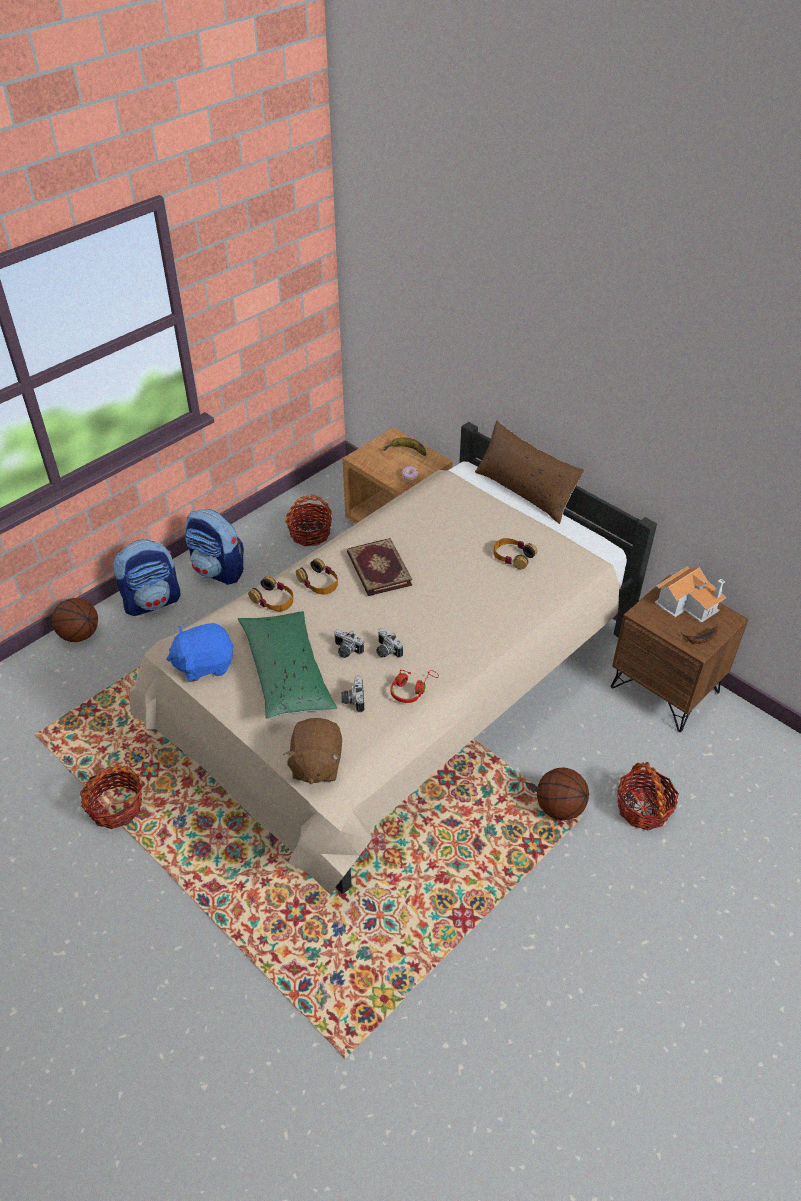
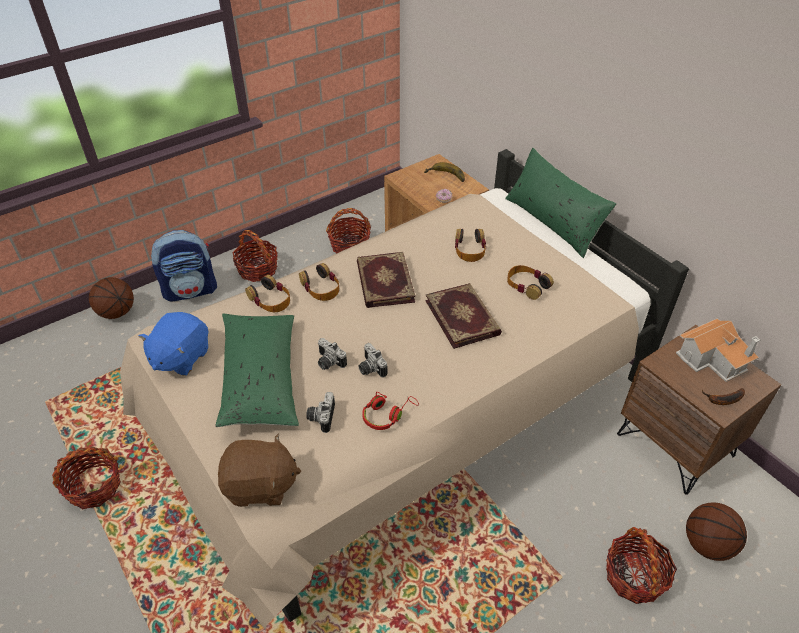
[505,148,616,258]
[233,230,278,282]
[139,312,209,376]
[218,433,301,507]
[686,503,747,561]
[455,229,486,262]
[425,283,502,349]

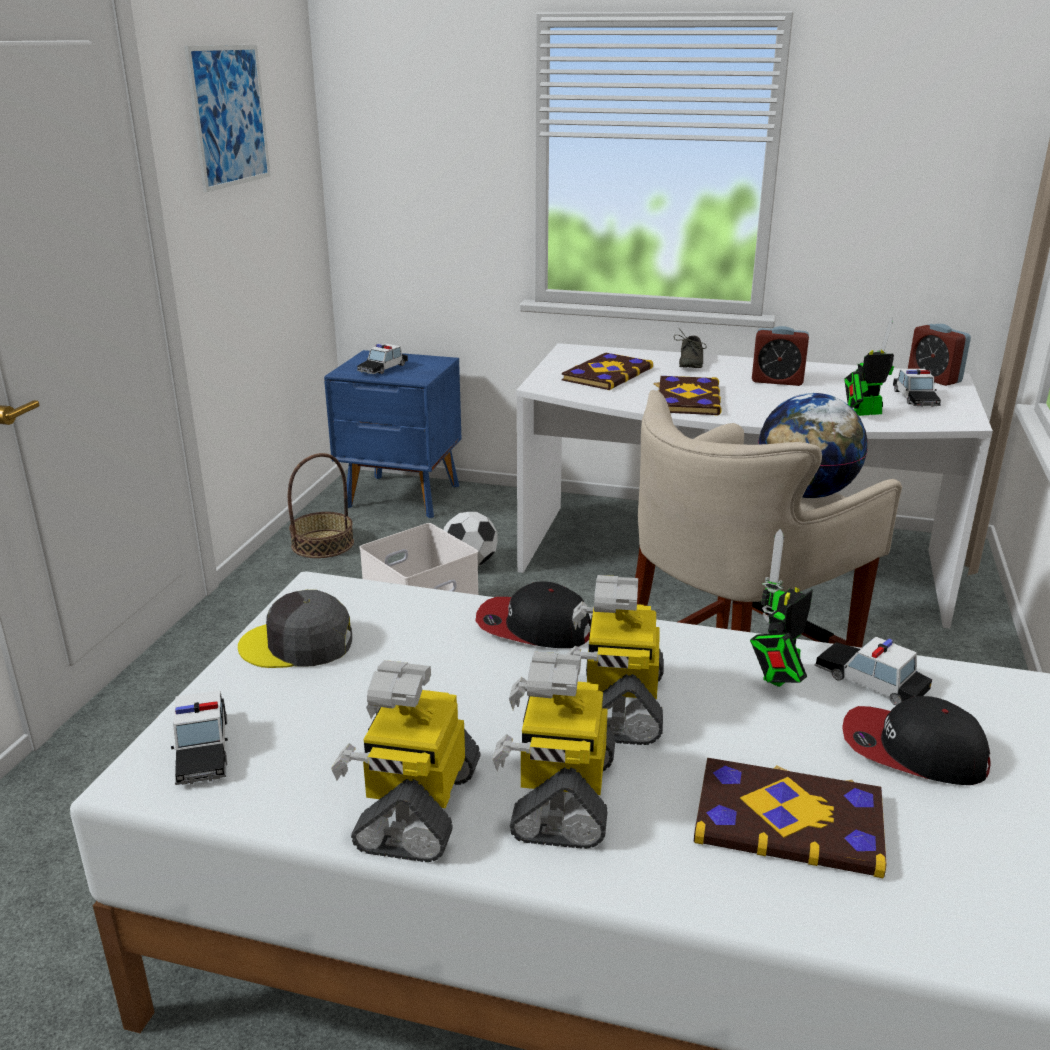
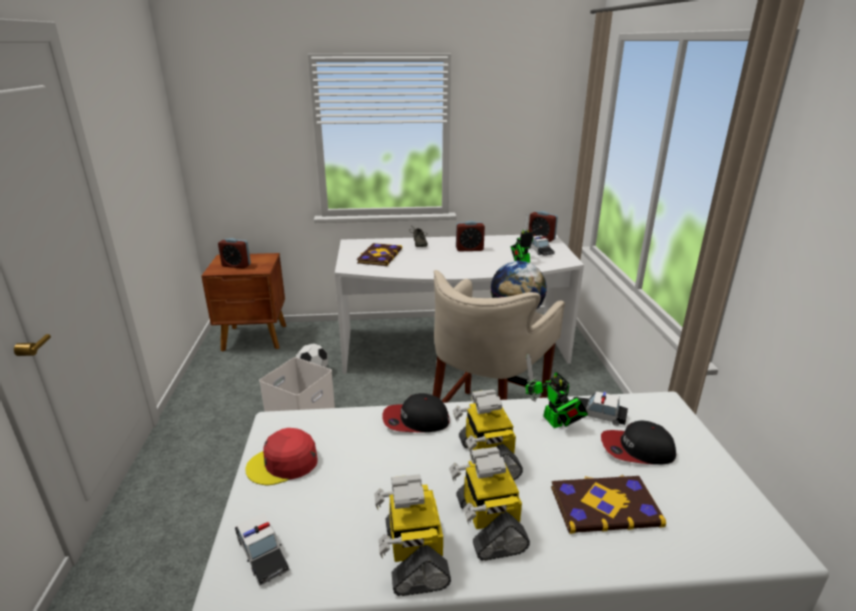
[185,45,271,192] (first image)
[218,238,251,269]
[201,253,286,351]
[653,376,722,415] (first image)
[288,453,354,558] (first image)
[525,353,588,428]
[245,428,318,485]

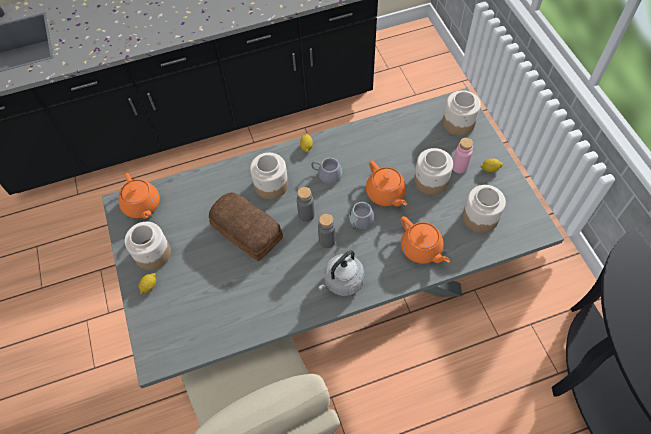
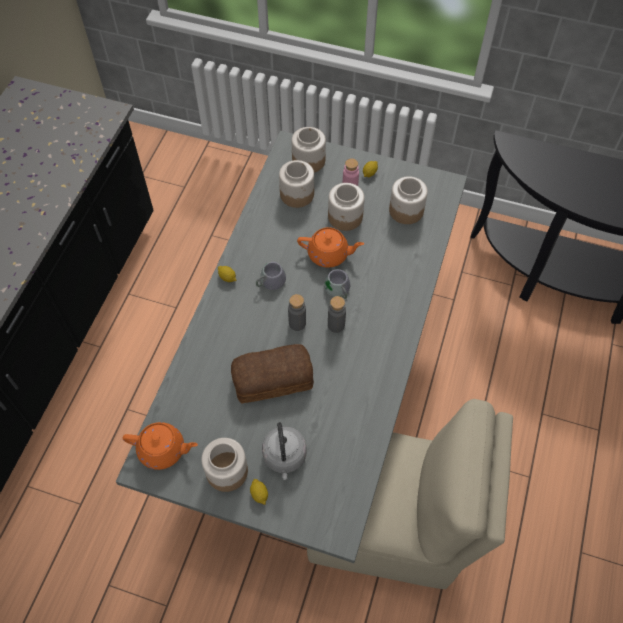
[279,160,314,208]
[401,216,450,264] (first image)
[262,422,306,480]

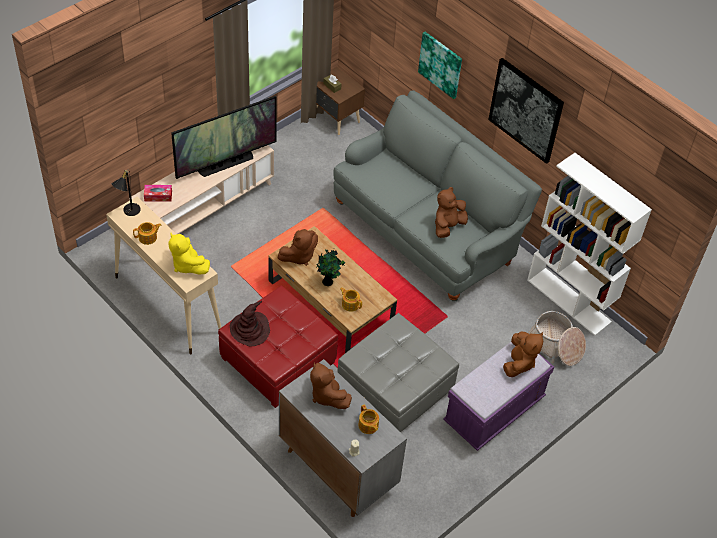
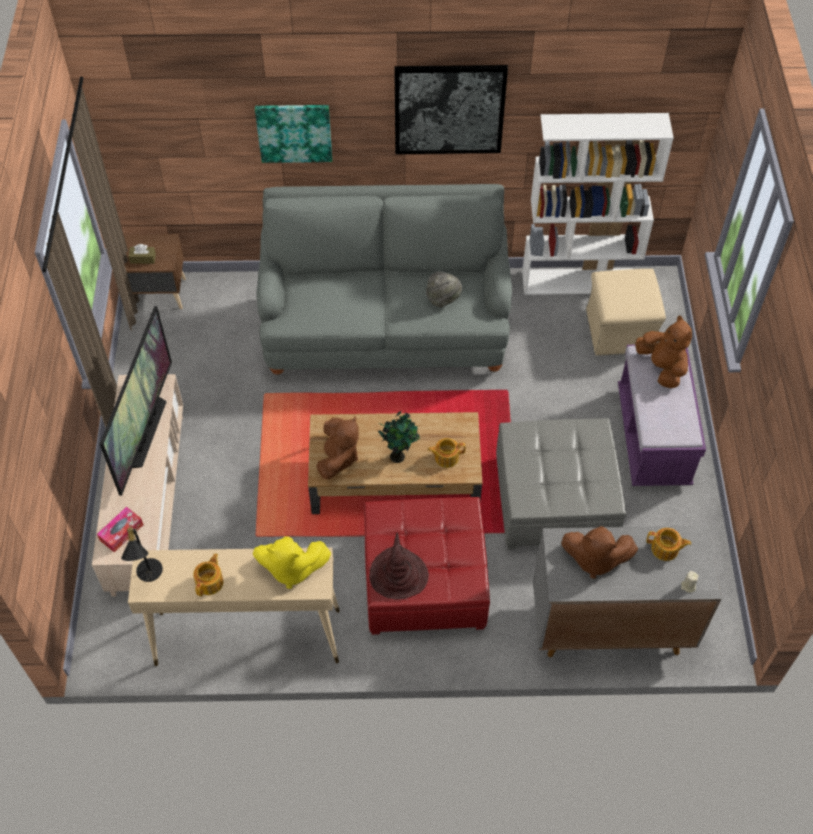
[426,272,462,308]
[586,269,666,356]

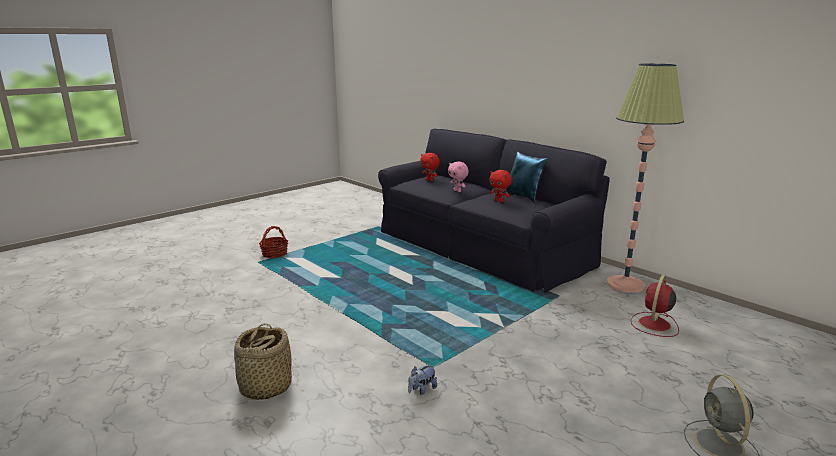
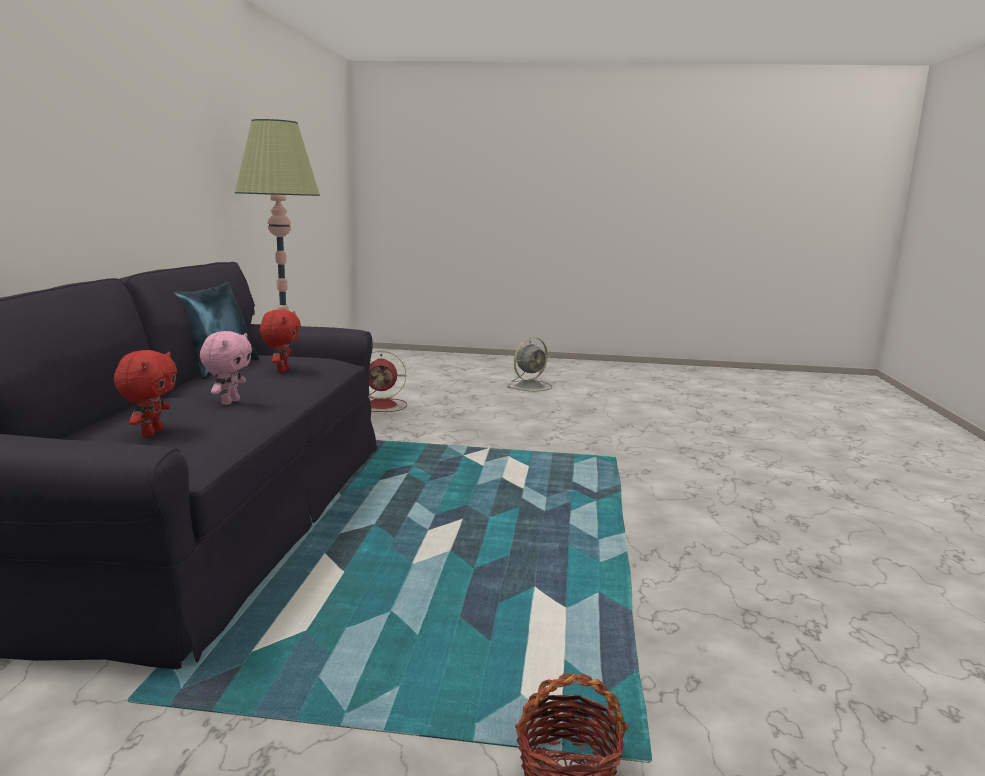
[234,323,292,400] (first image)
[408,365,437,395] (first image)

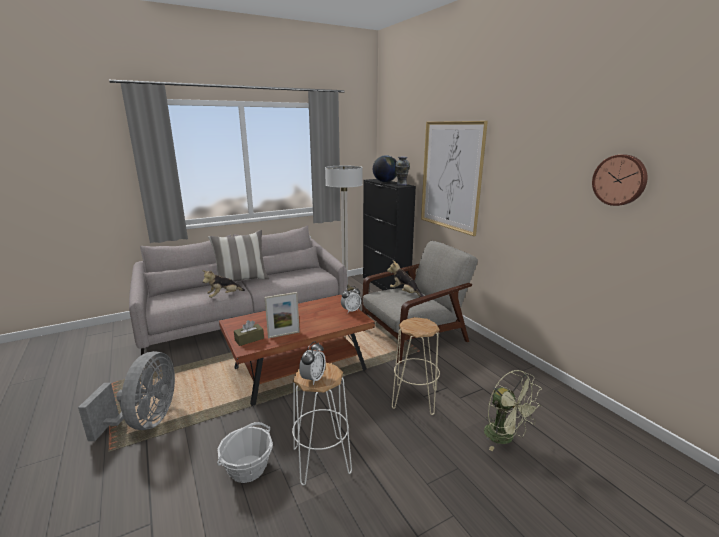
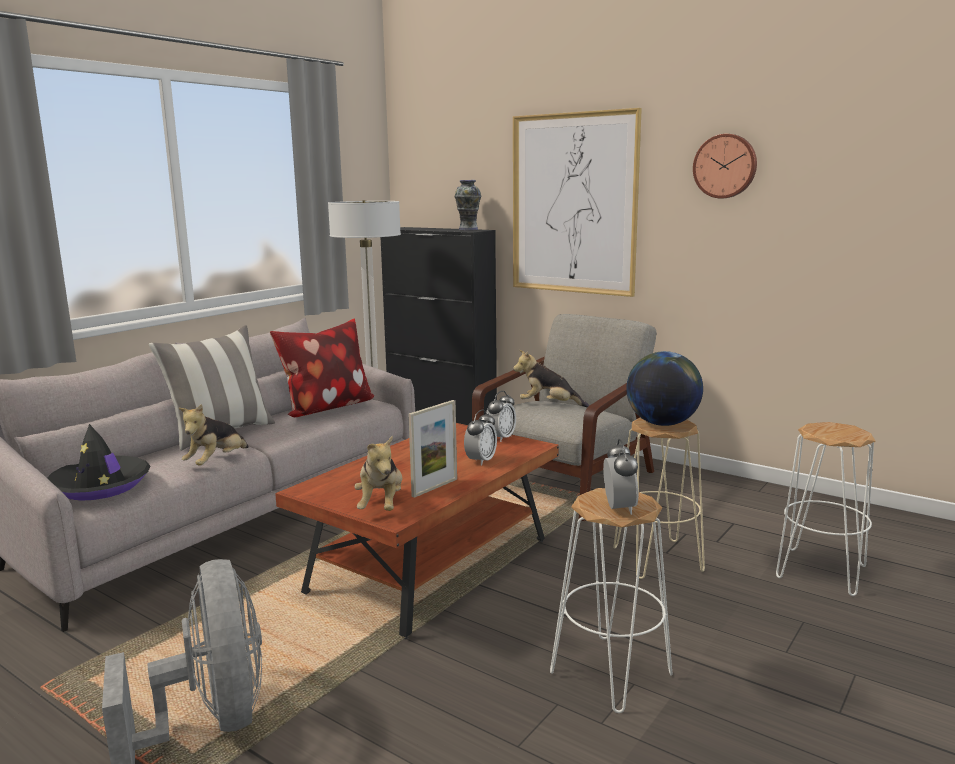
[693,134,757,199]
[626,351,703,426]
[355,436,402,511]
[776,422,876,596]
[217,422,273,483] (first image)
[270,319,374,417]
[464,409,497,466]
[47,424,150,501]

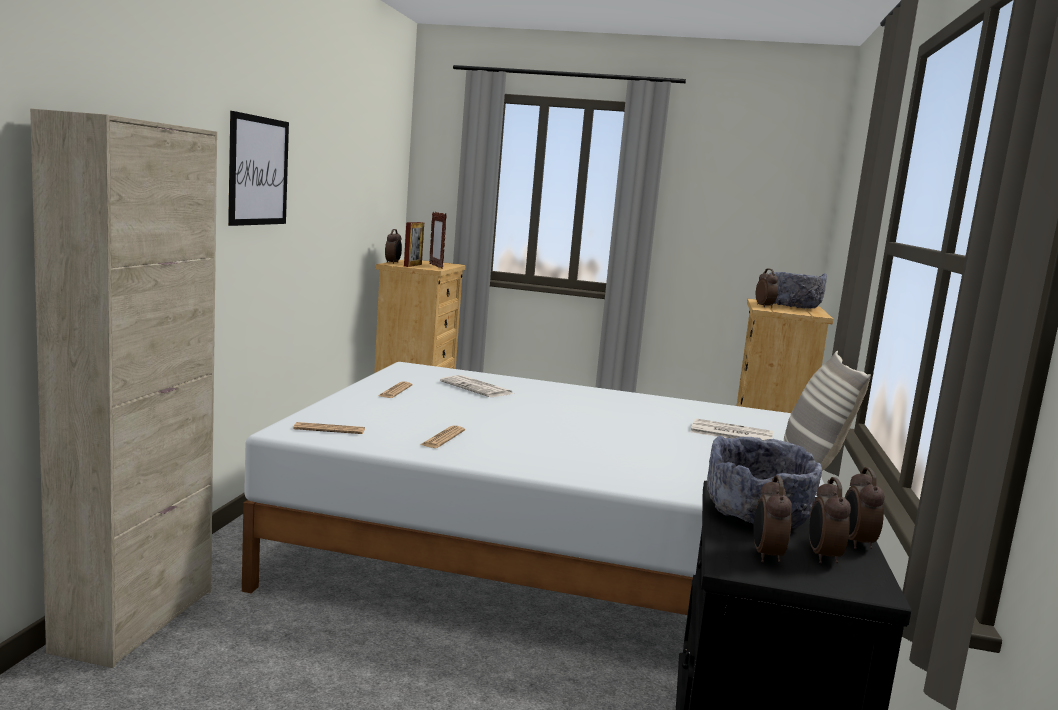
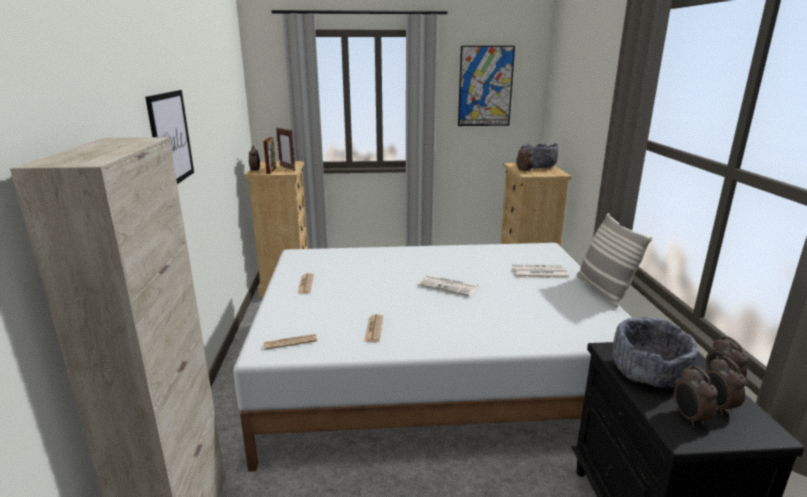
[418,275,479,296]
[458,46,515,126]

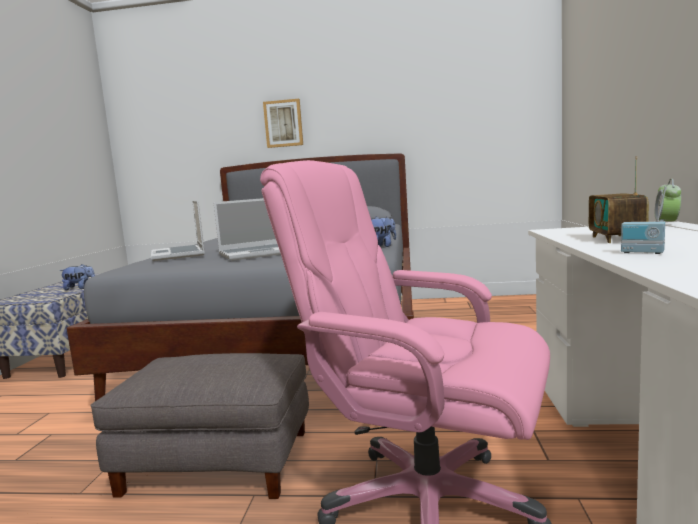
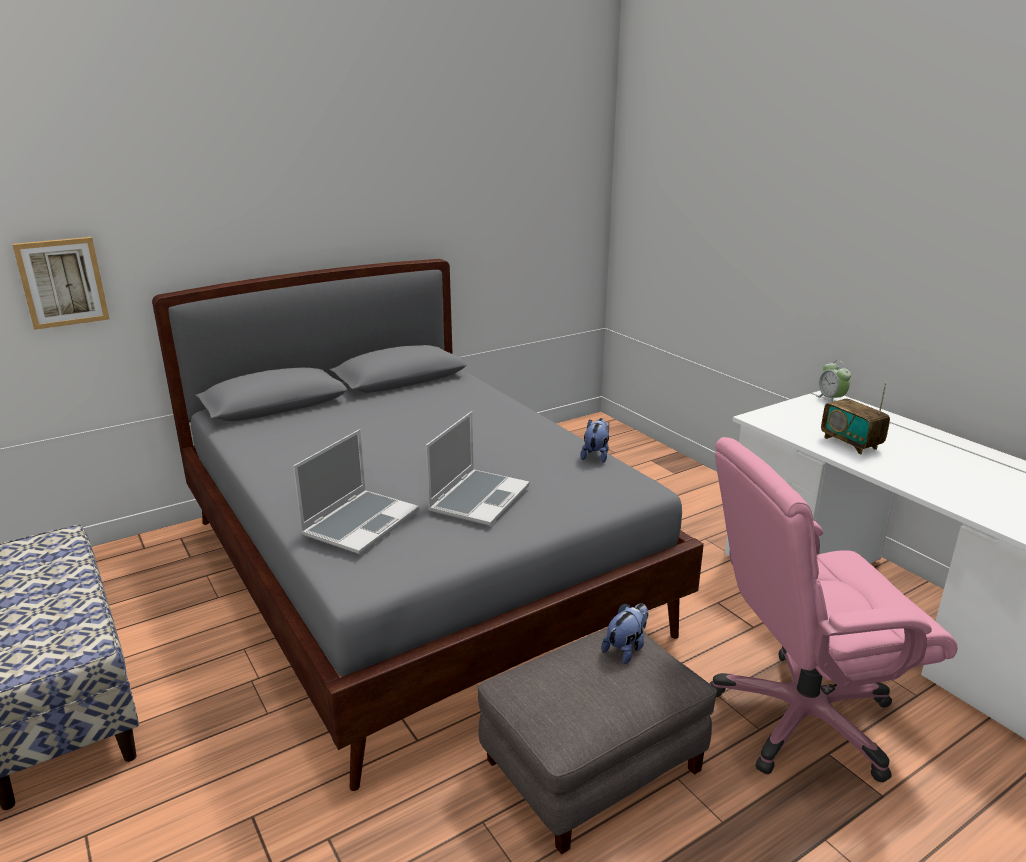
[12,237,109,330]
[621,187,667,254] (first image)
[293,429,419,554]
[601,603,648,664]

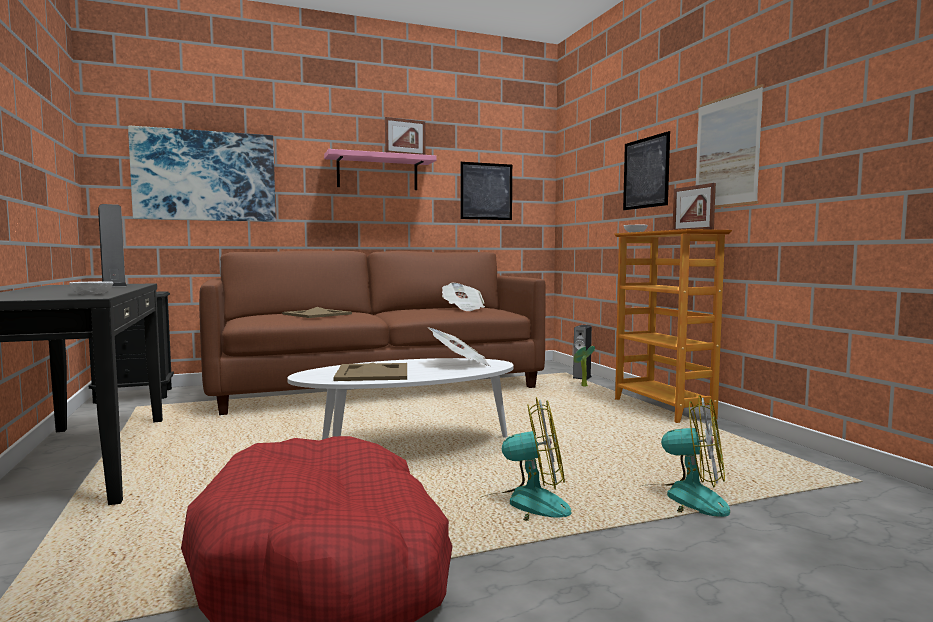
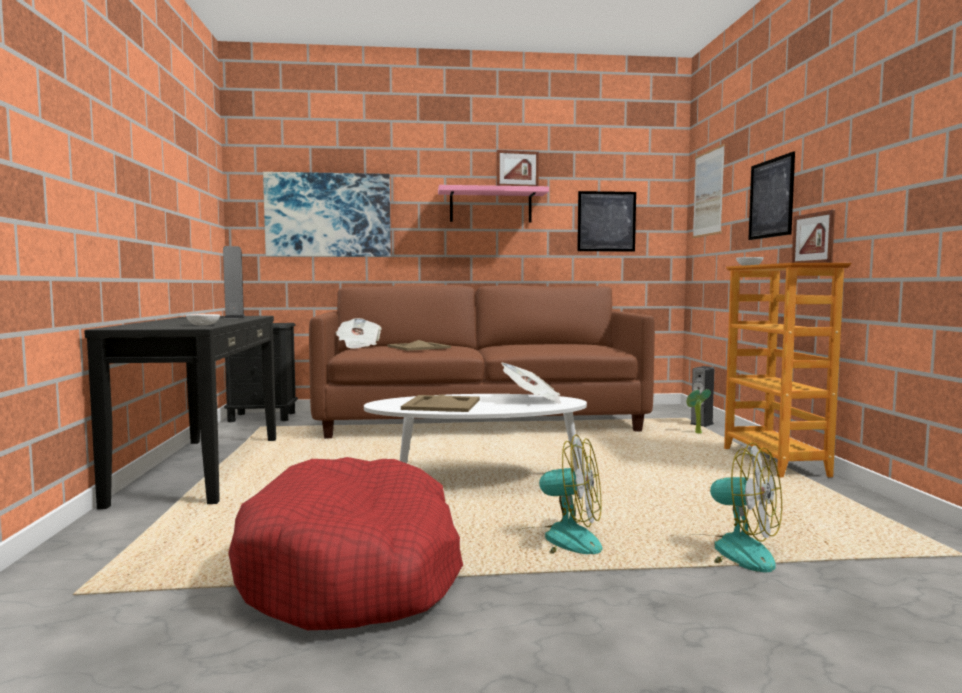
[693,144,725,238]
[336,318,382,349]

